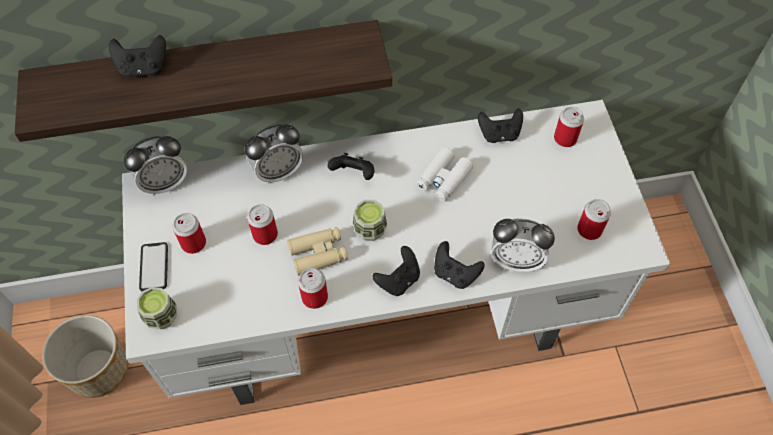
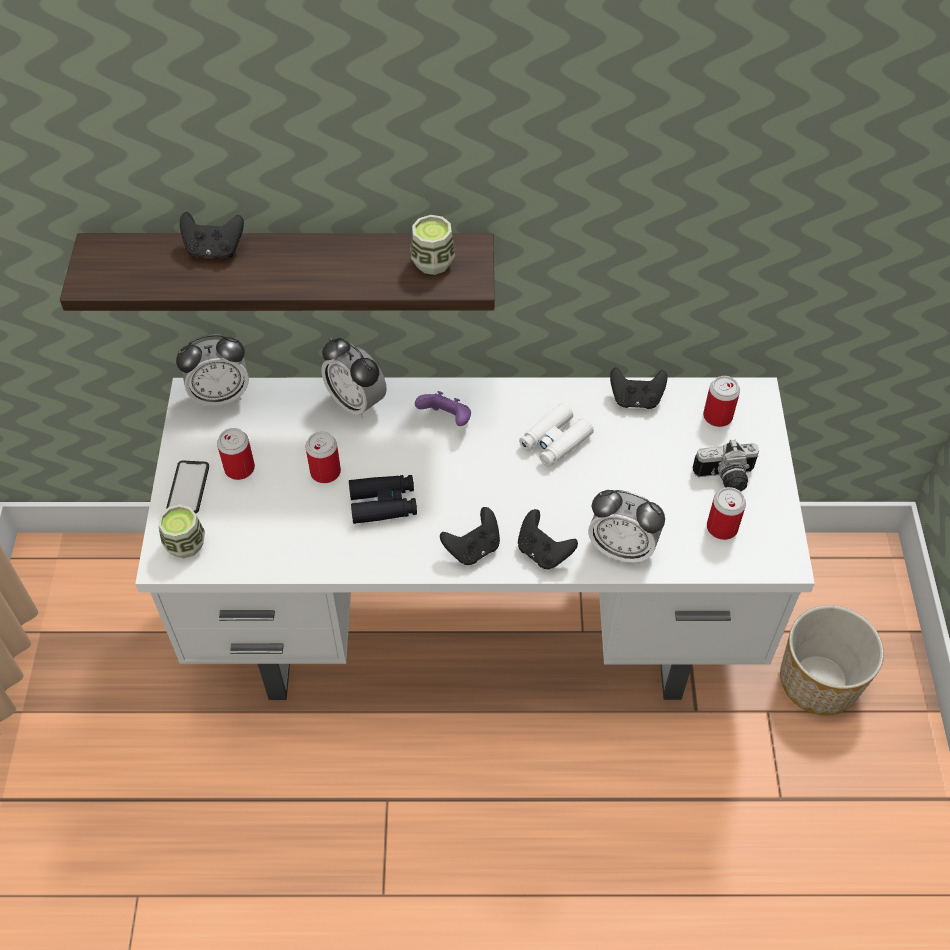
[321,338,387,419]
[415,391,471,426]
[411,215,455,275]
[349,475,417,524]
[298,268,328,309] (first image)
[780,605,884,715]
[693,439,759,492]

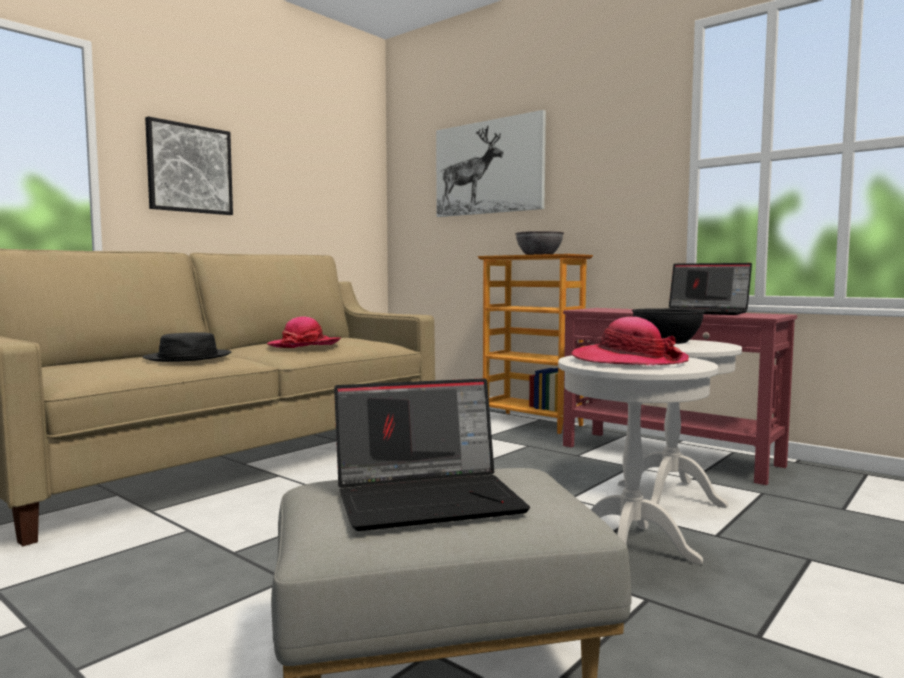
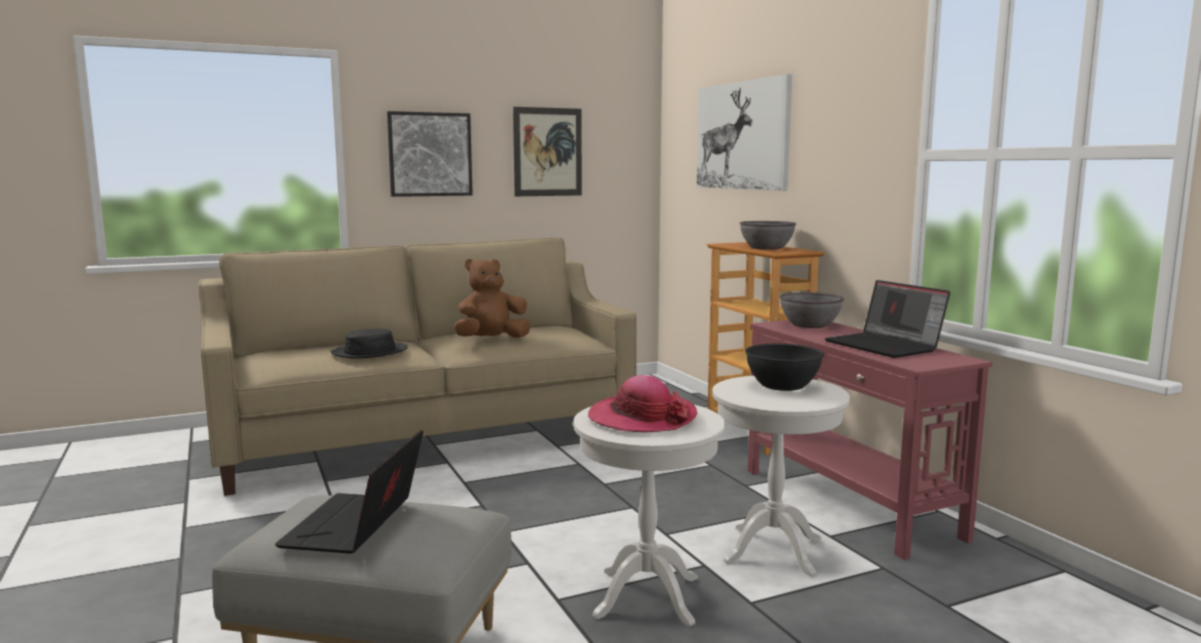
[454,259,530,338]
[275,430,423,554]
[513,107,582,196]
[779,292,844,328]

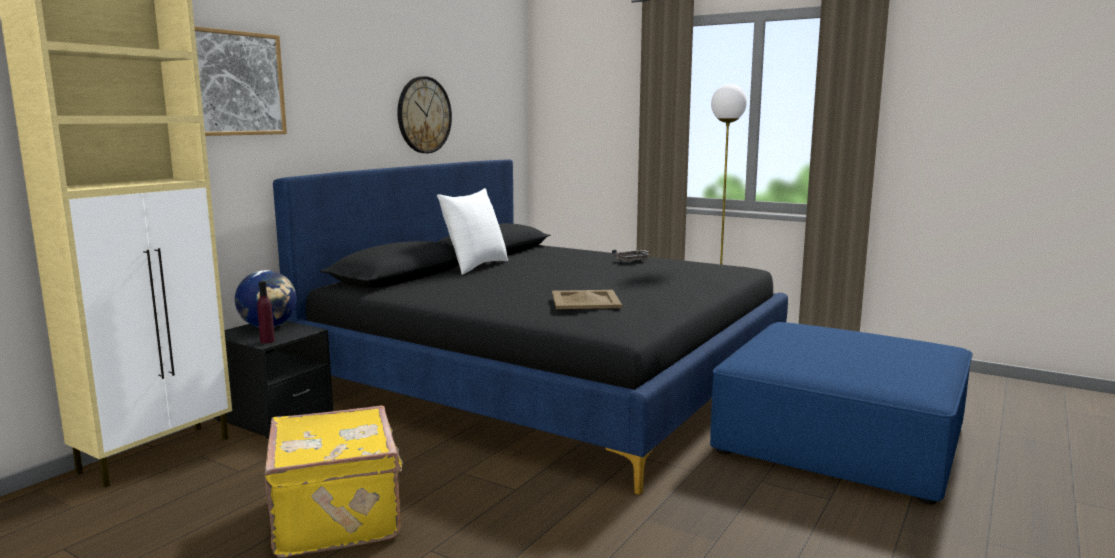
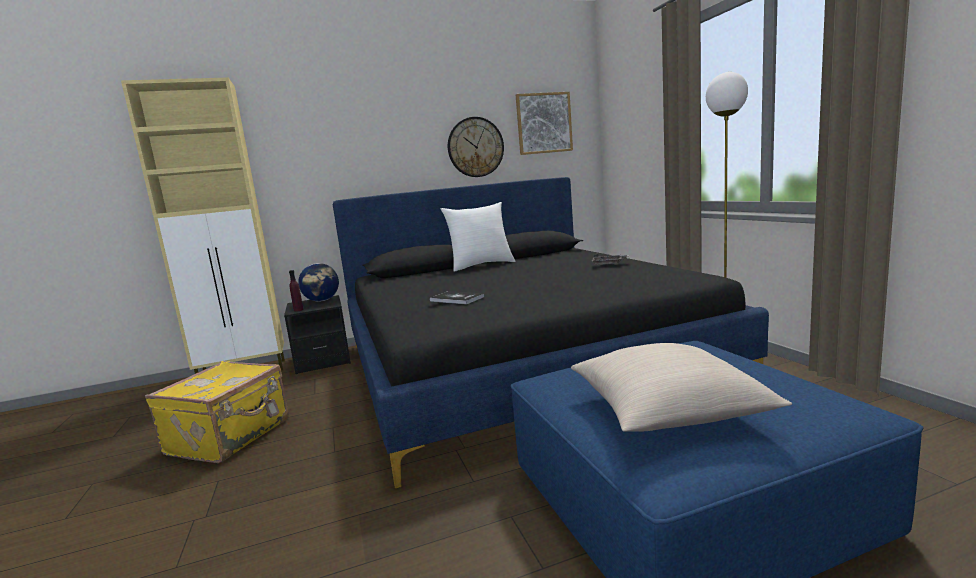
[516,92,573,155]
[430,291,484,304]
[571,343,792,432]

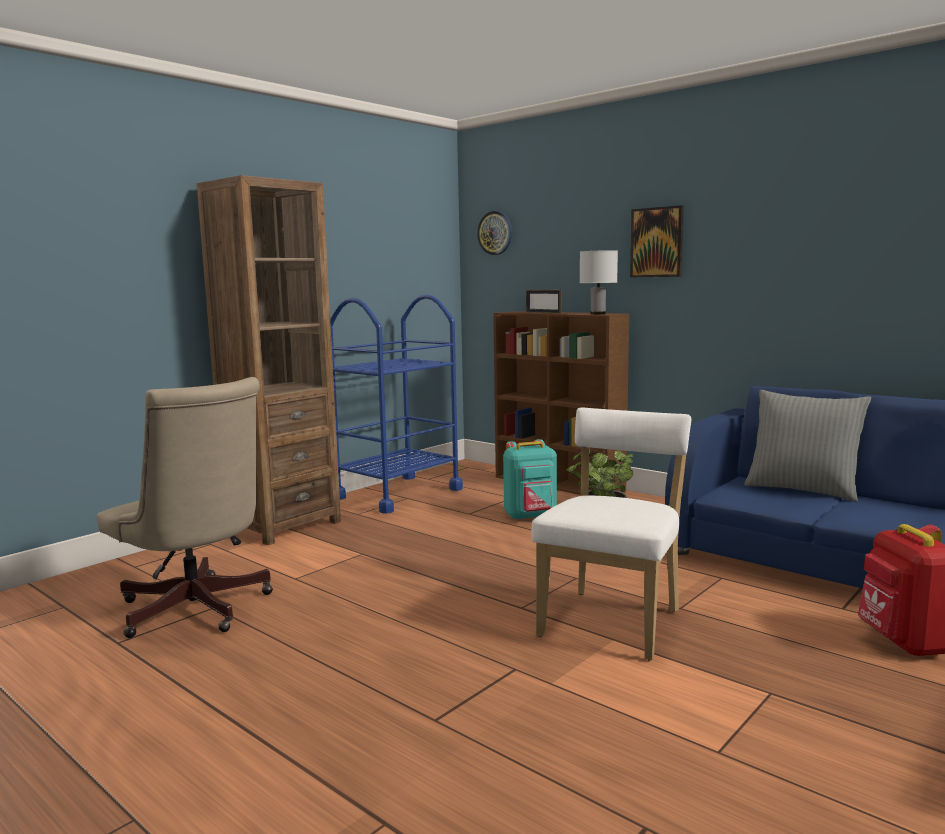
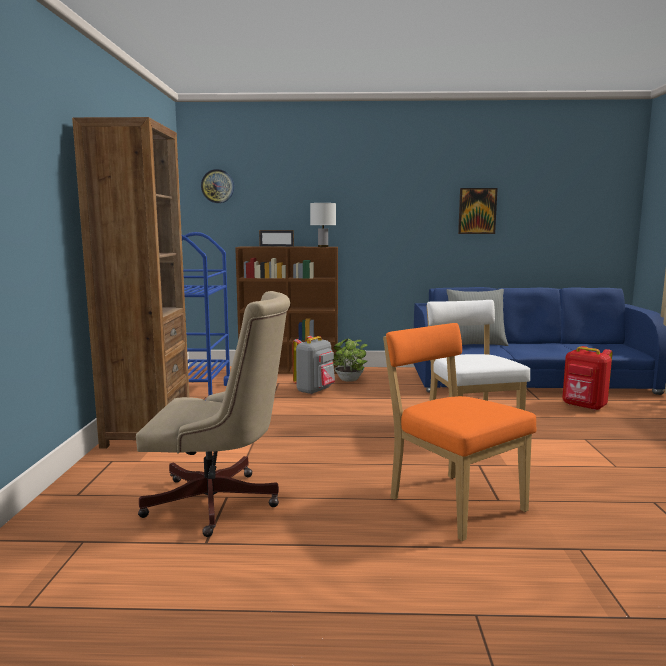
[458,188,498,234]
[292,336,335,394]
[383,323,537,541]

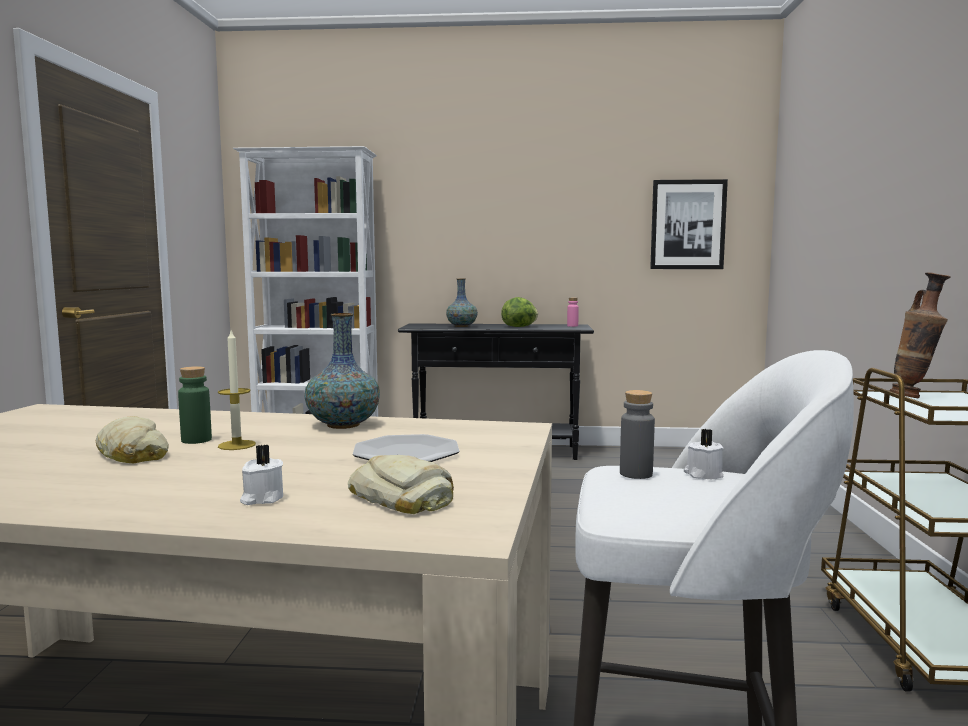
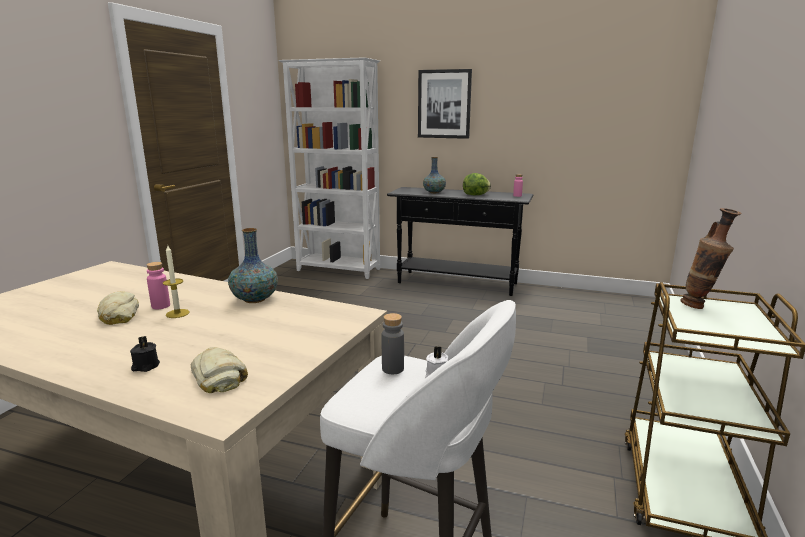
[418,69,472,139]
[147,262,170,309]
[353,434,459,462] (first image)
[130,336,160,372]

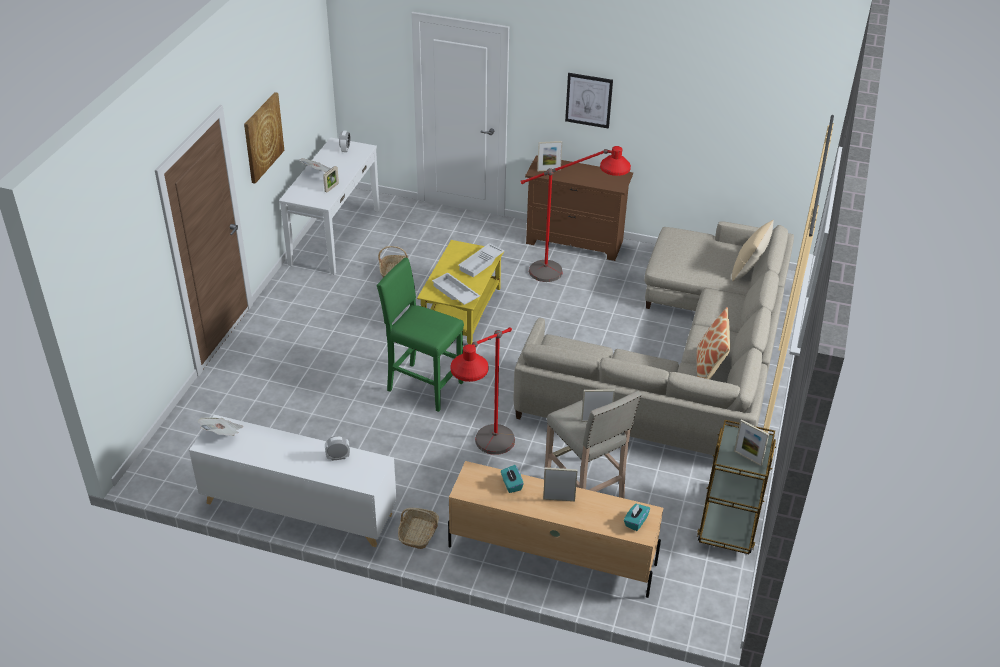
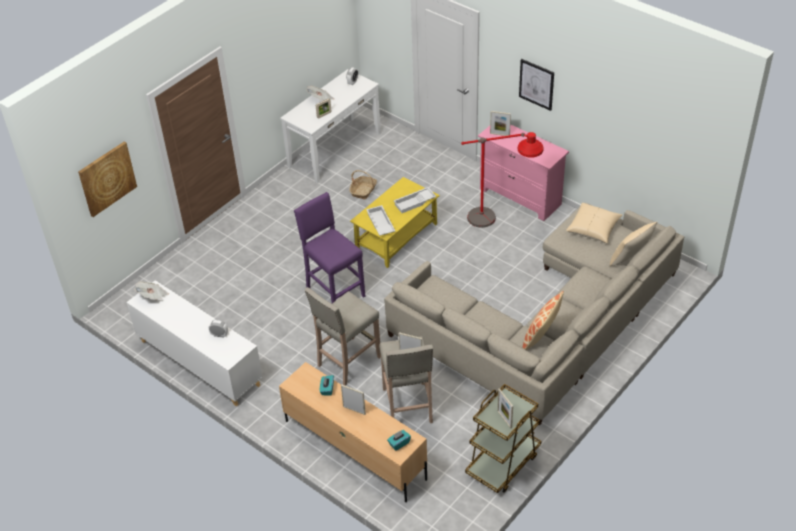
[78,142,137,217]
[478,124,569,221]
[294,192,365,303]
[305,287,381,386]
[398,508,439,549] (first image)
[566,203,622,243]

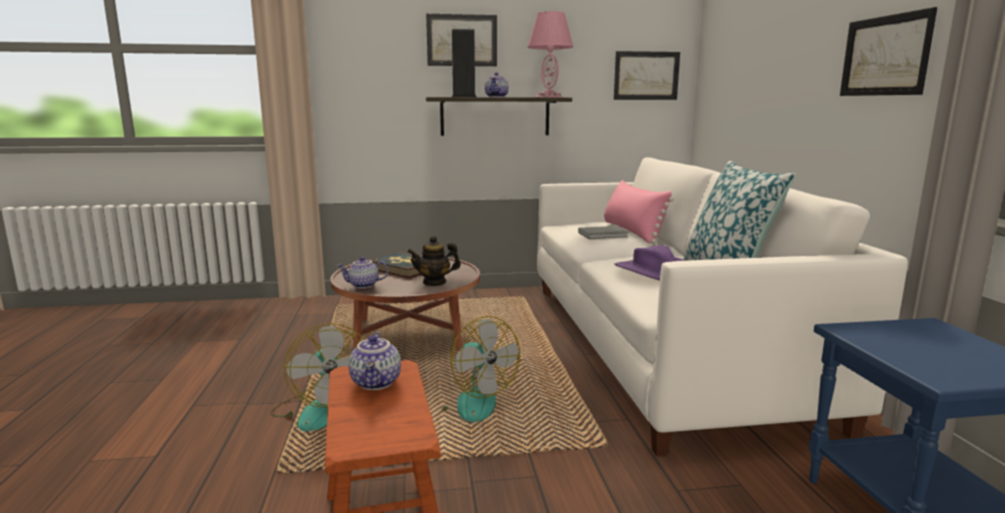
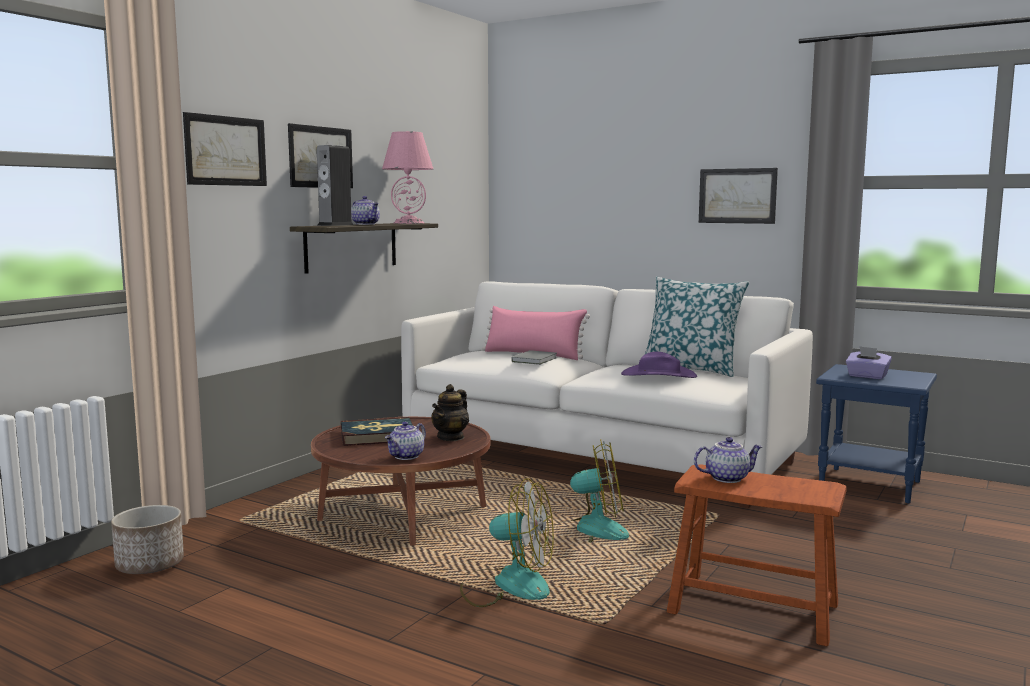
[183,112,267,186]
[694,437,762,483]
[846,346,892,379]
[111,505,184,574]

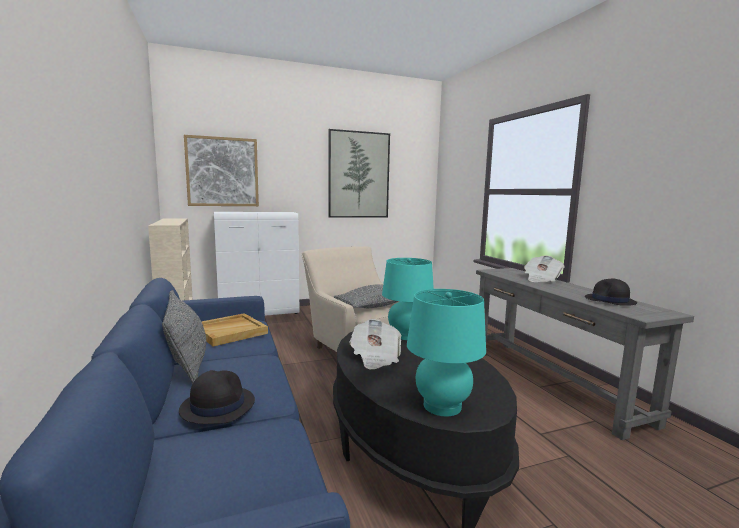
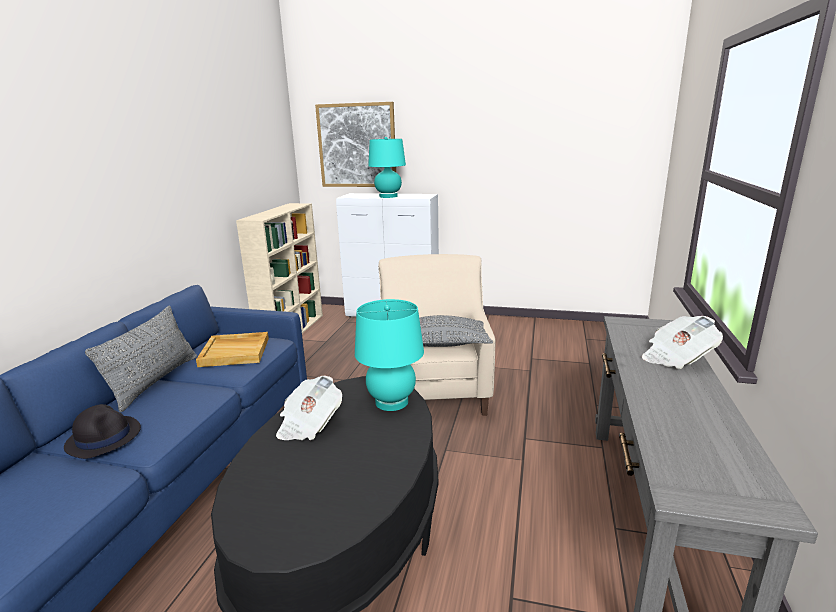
[328,129,390,218] (first image)
[585,278,637,306] (first image)
[368,137,406,198]

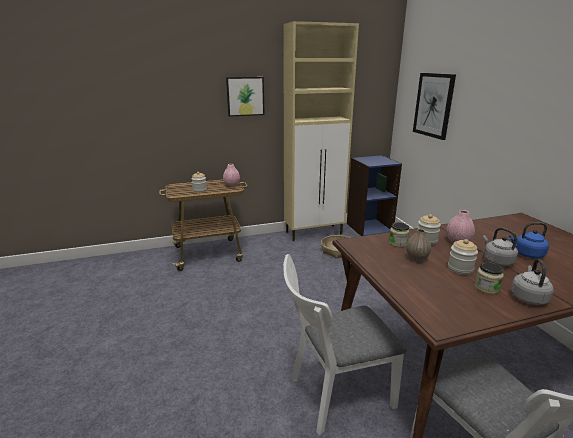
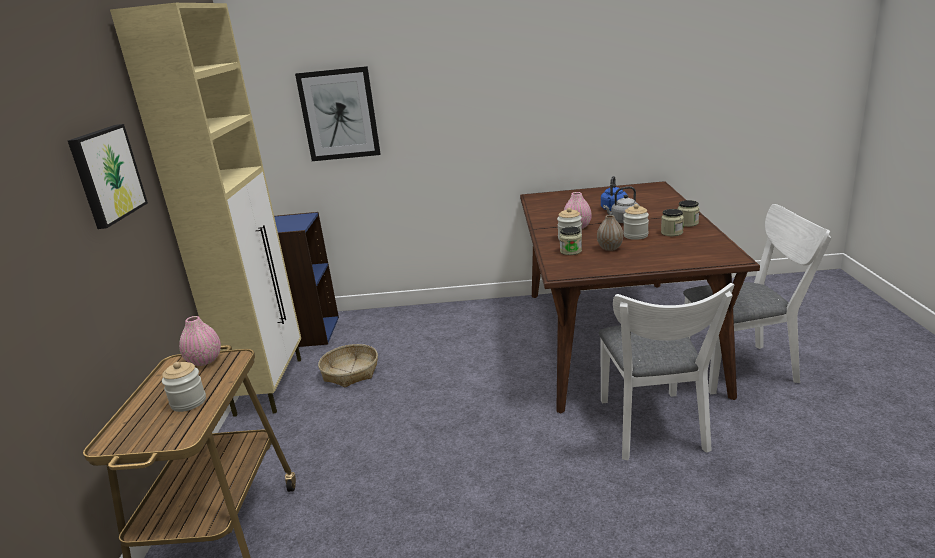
[678,200,699,227]

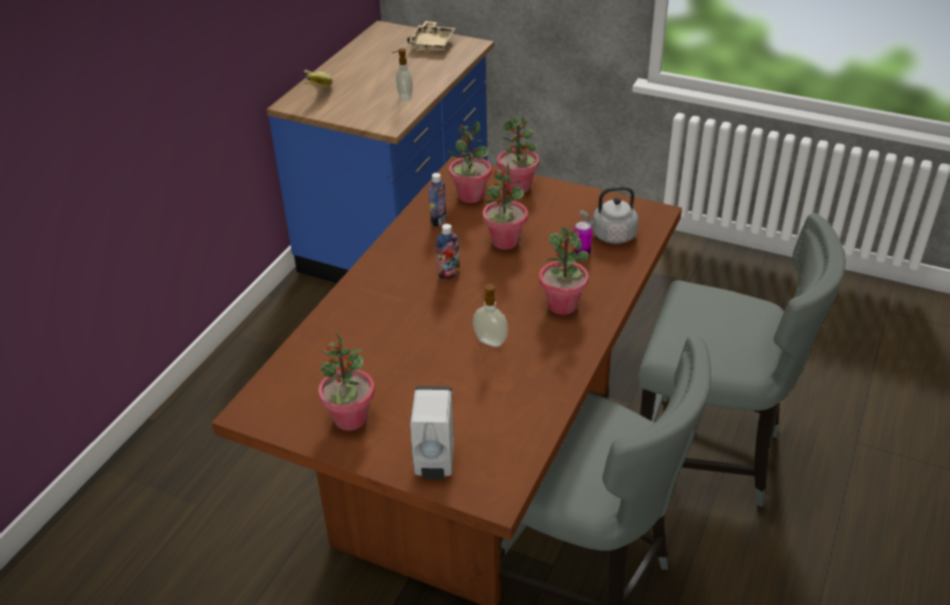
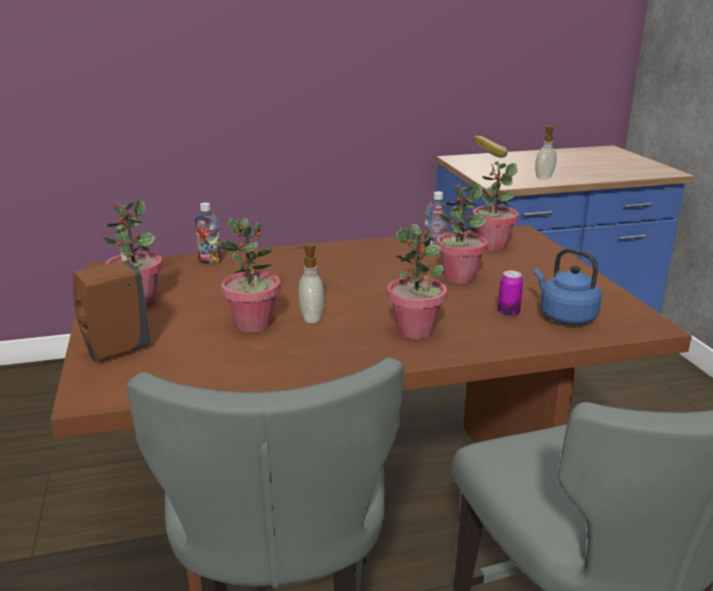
[407,21,455,51] (first image)
[217,218,281,332]
[534,248,602,325]
[195,202,221,264]
[73,260,151,362]

